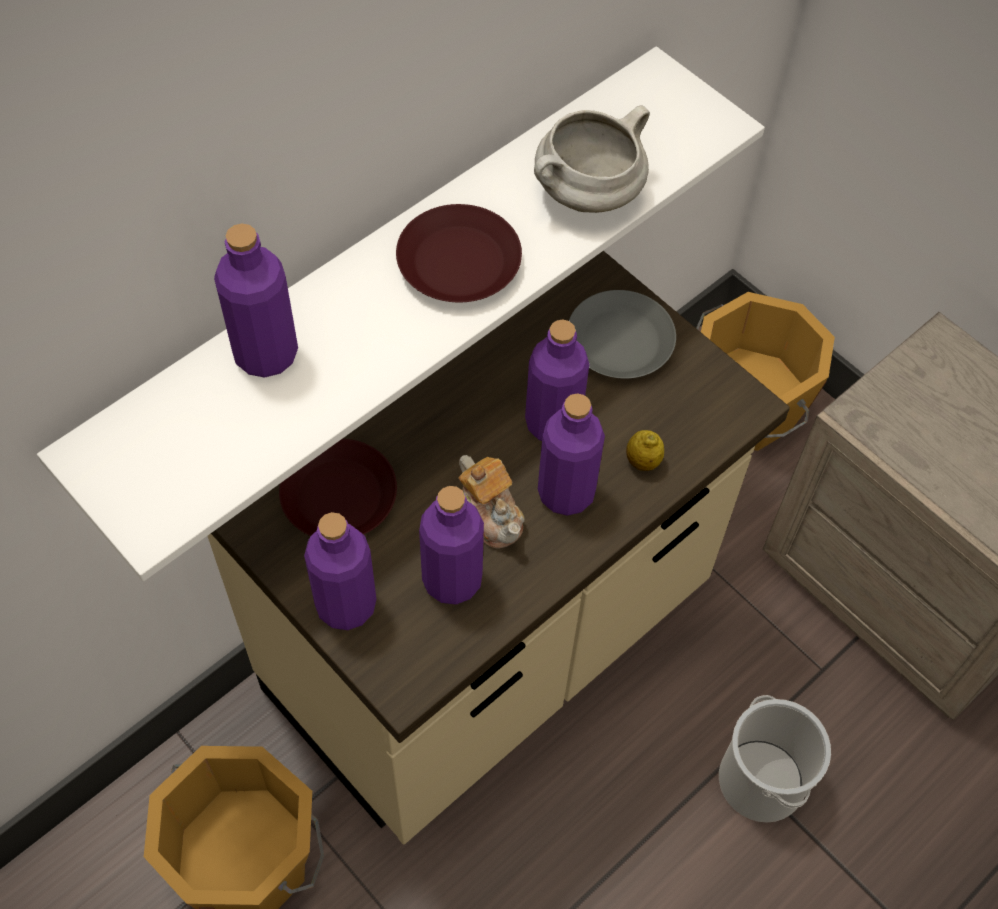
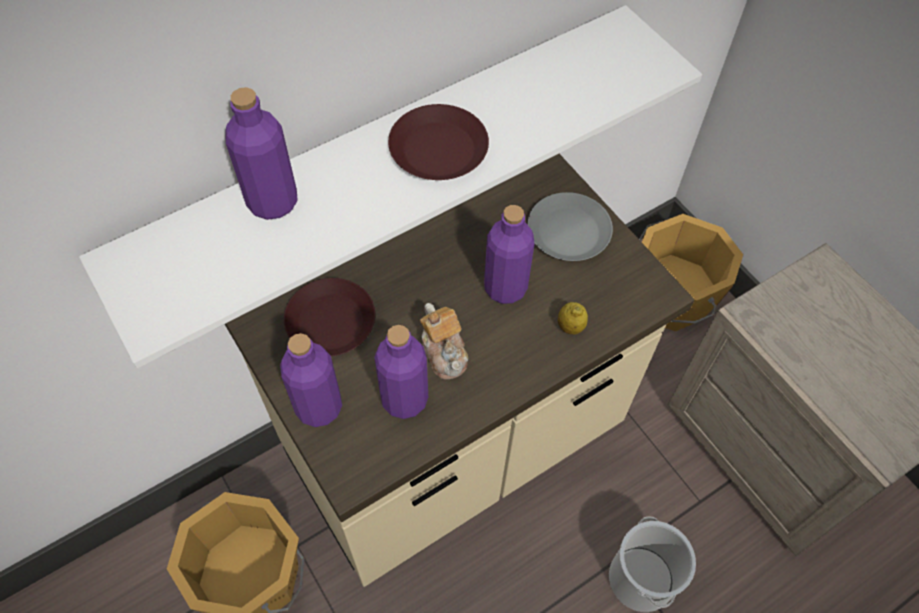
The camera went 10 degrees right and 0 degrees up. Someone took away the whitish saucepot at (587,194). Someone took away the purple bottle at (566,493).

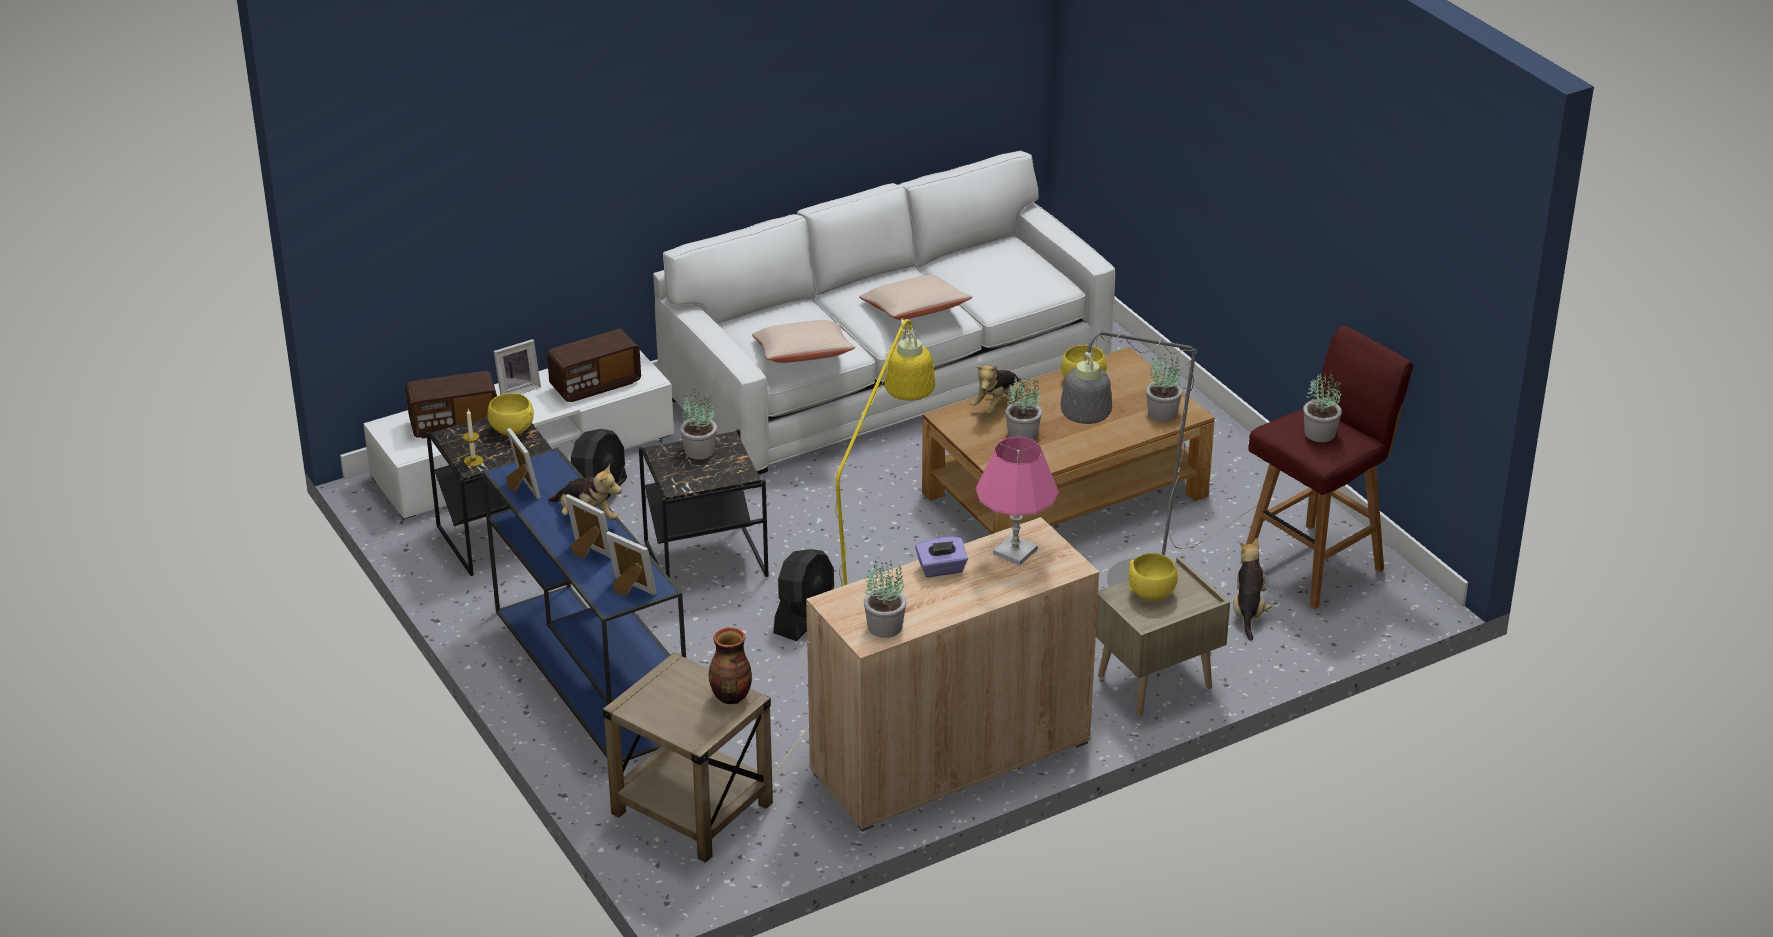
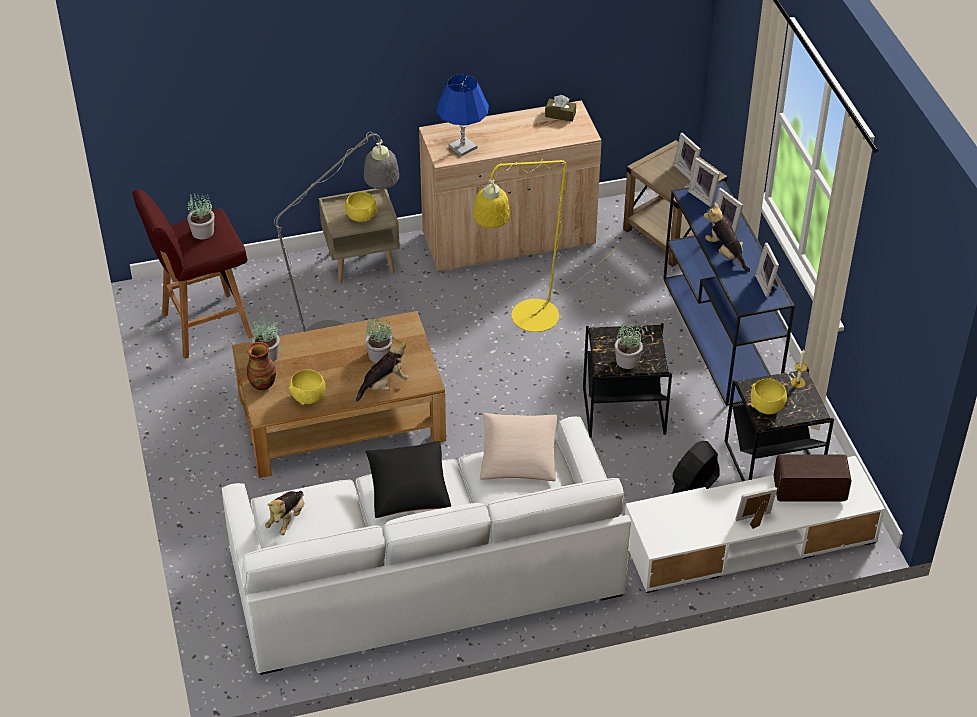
The camera went 165 degrees left and 10 degrees up. Someone took away the radio set at (595,385). Someone took away the blackish fan at (804,617). Someone took away the purple tissue box at (941,569). Someone put down the standing frame at (687,170). Someone carried the vase from (731,697) to (262,384). Someone carried the cuddly toy from (1248,611) to (287,519). Someone swapped the houseplant at (885,626) for the brownish tissue box at (560,115). Someone repainted the sand-coloured throw pillow at (915,312), which became the blackish throw pillow at (408,489). Someone repainted the pink tabletop lamp at (1015,552), which became the bluish tabletop lamp at (463,147).

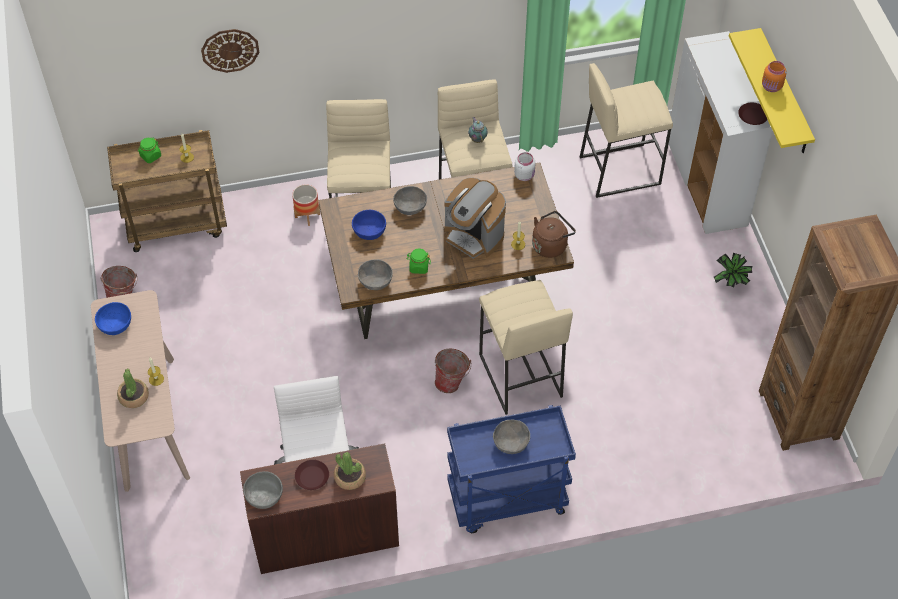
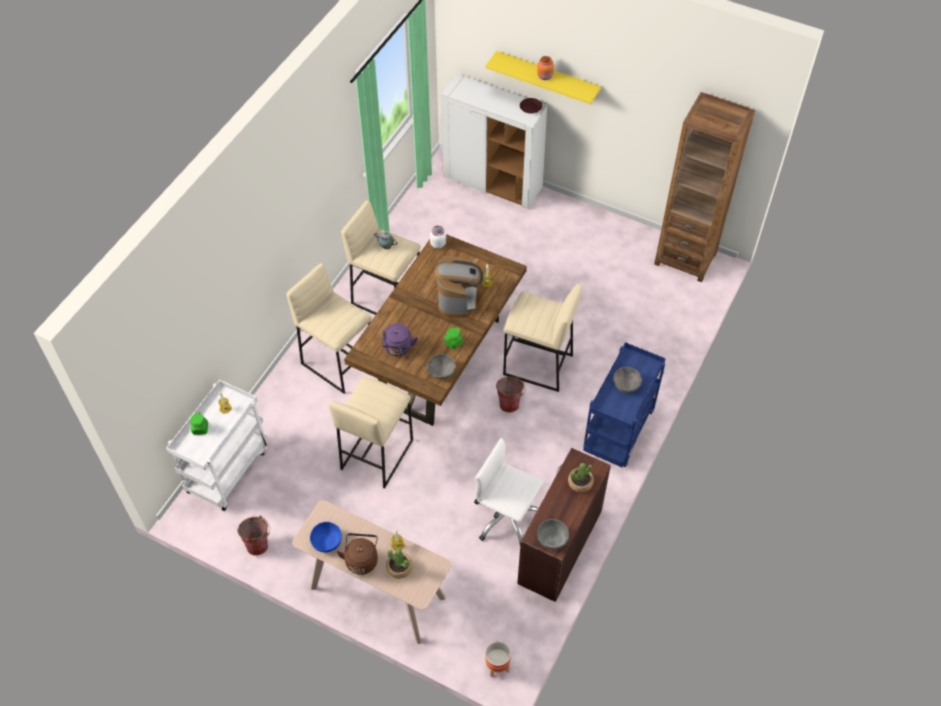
The camera went 50 degrees left and 0 degrees up. Someone took away the clock on the wall at (230,50). Someone took away the brownish flat dish at (311,477). Someone took away the grey bowl at (410,207). Someone took away the houseplant at (730,285). Someone carried the plant pot from (307,215) to (497,666). Someone carried the brownish water kettle from (551,245) to (361,559). Someone carried the sand-coloured sitting stool from (619,169) to (376,454). Someone swapped the bluish bowl at (369,231) for the purple water kettle at (398,348). Someone repainted the brownish trolley at (177,224), which became the whitish trolley at (228,469). Someone rotated the coffee maker at (473,236) by 75 degrees counterclockwise.

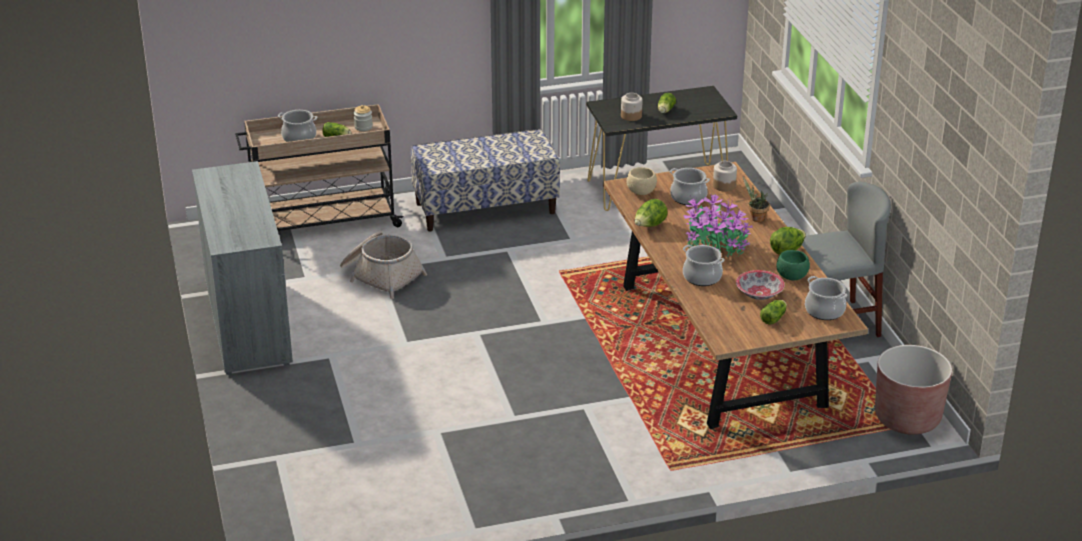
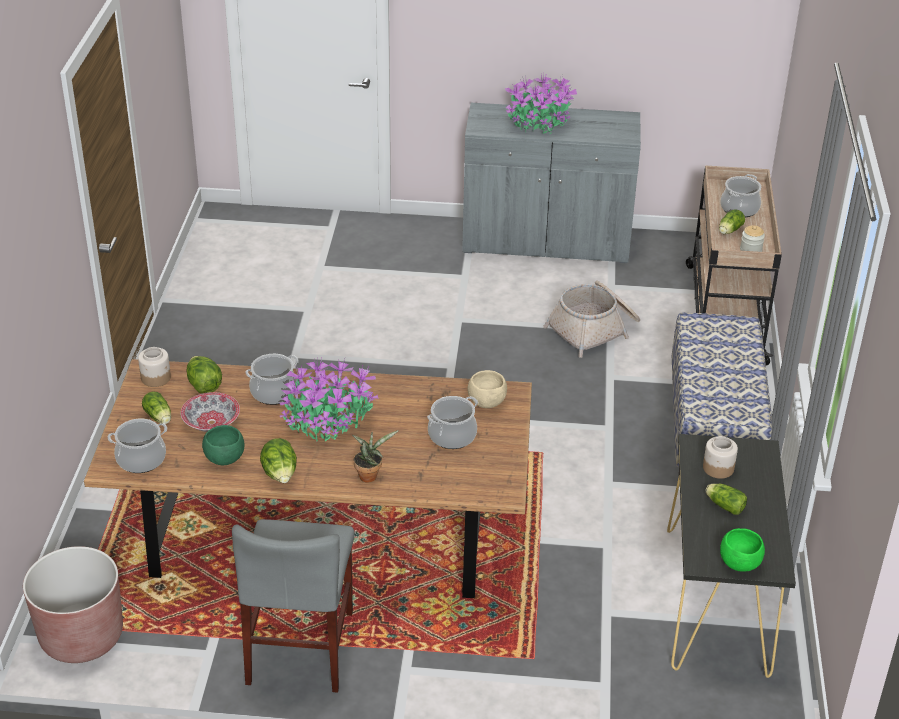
The camera went 110 degrees right and 5 degrees up. Someone put down the houseplant at (540,124). Someone put down the greenish bowl at (739,564). Someone carried the lettuce head from (649,226) to (204,386). Someone carried the preserve jar from (724,186) to (156,378).

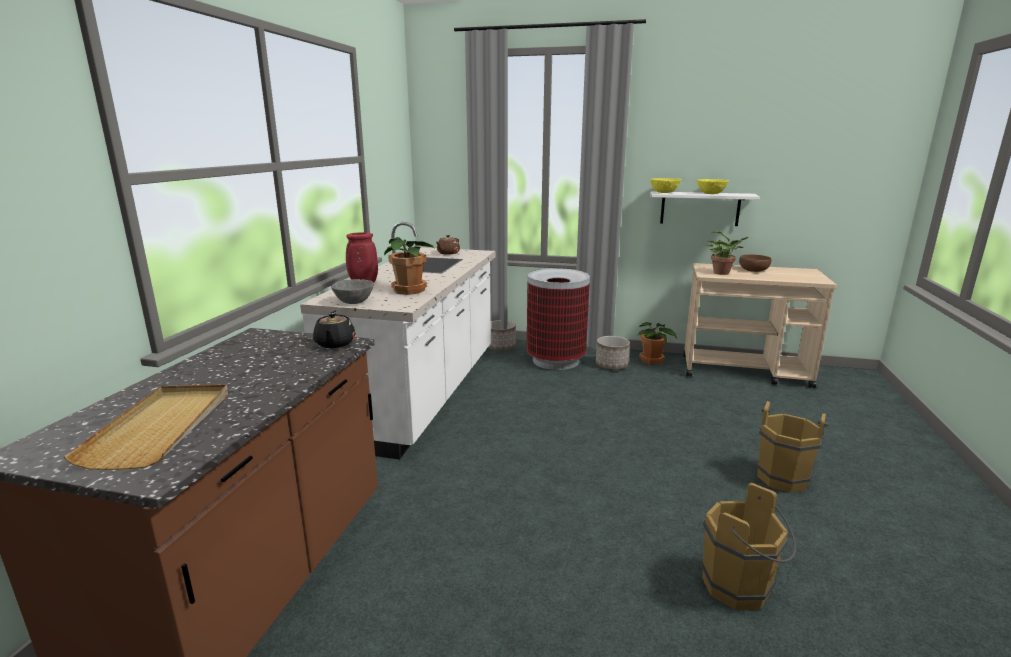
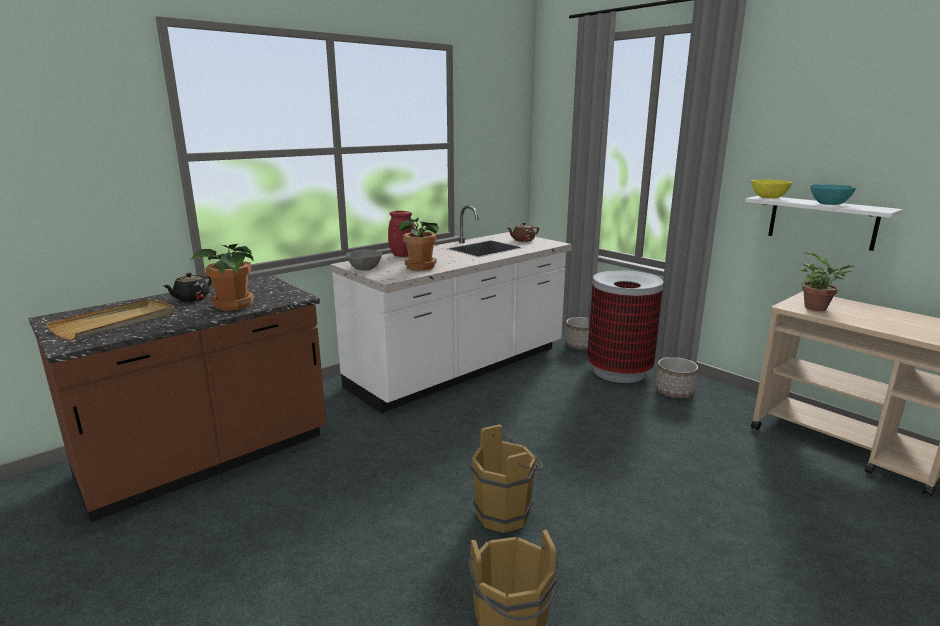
The camera went 35 degrees right and 0 degrees up. Someone took away the brownish bowl at (754,270). Someone carried the blackish pot for tea from (335,344) to (191,299). Someone carried the houseplant from (652,360) to (233,306). Someone carried the brownish pail from (782,476) to (507,513). Someone repainted the yellow-coloured bowl at (710,193), which became the turquoise-coloured bowl at (829,204).

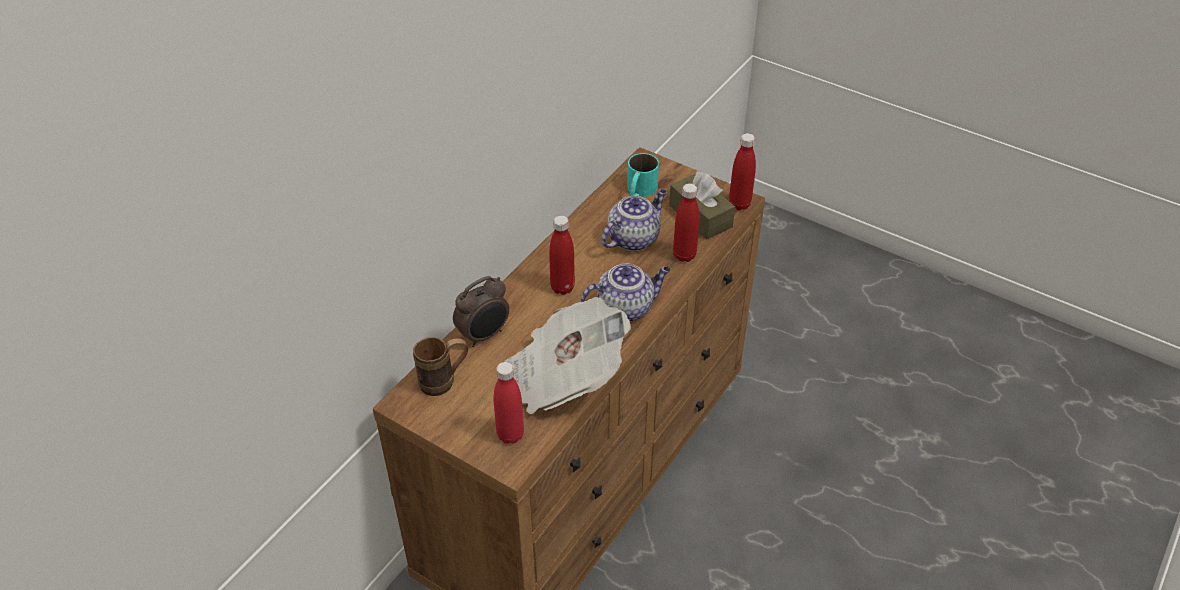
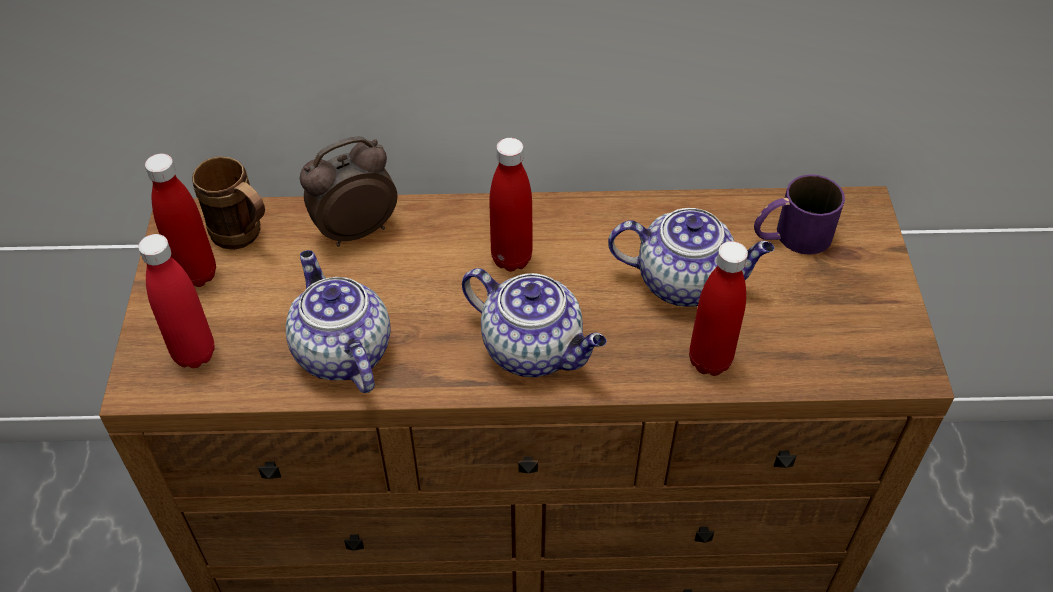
The camera went 55 degrees right and 5 degrees up. Someone took away the brownish tissue box at (700,216). Someone carried the red-coloured bottle from (739,204) to (197,274). Someone swapped the daily paper at (563,377) for the pot for tea at (341,352). Someone repainted the turquoise-coloured mug at (639,191), which became the purple mug at (790,236). Someone rotated the table clock at (484,335) by 135 degrees clockwise.

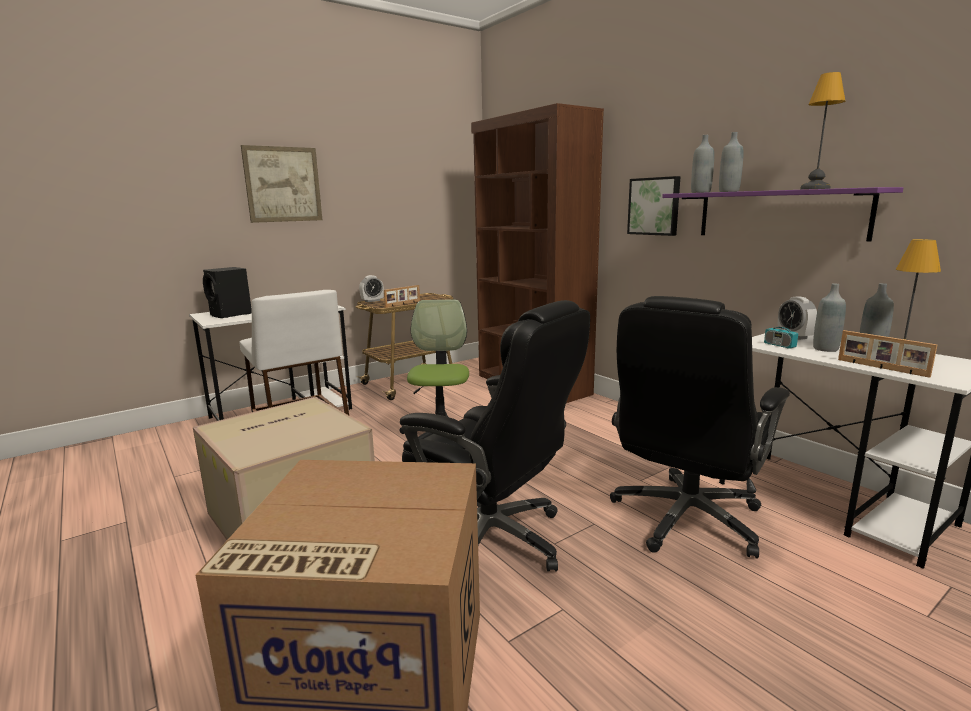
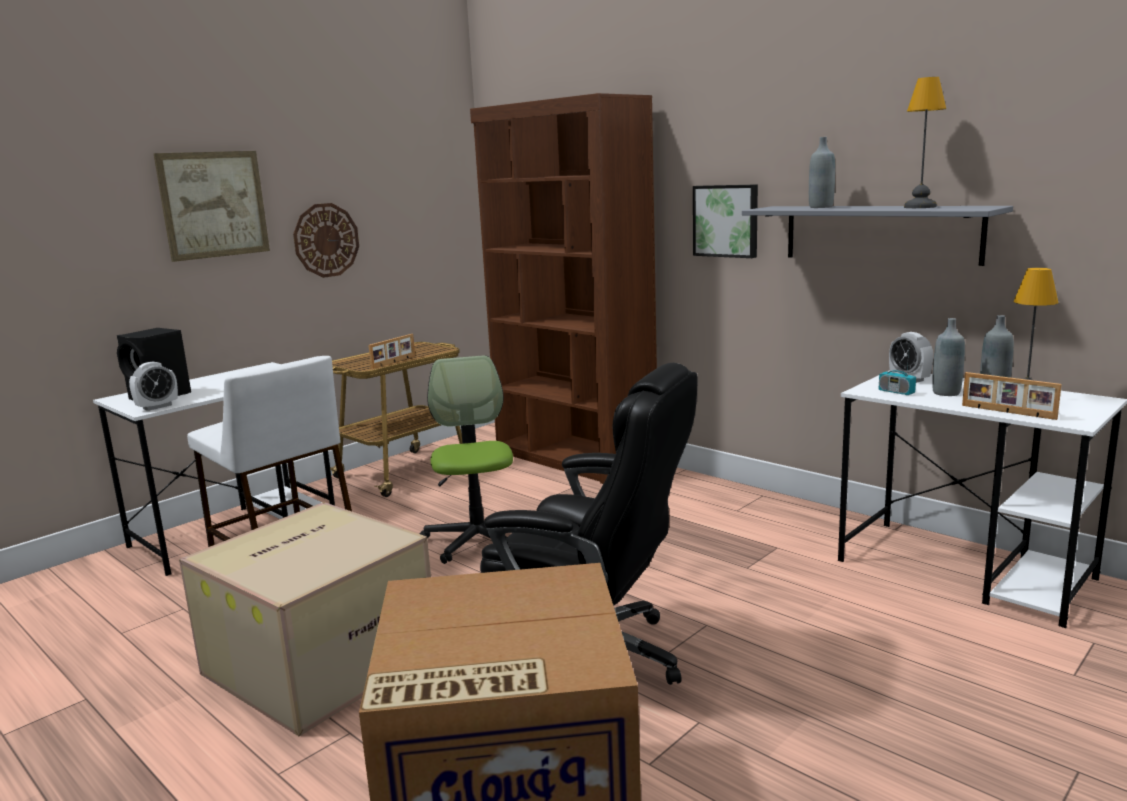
The camera went 10 degrees left and 0 degrees up. Someone took away the blackish computer chair at (685,519). Someone took away the grey bottle at (700,192). Someone put up the clock on the wall at (326,240). Someone carried the table clock from (372,301) to (157,407). Someone repainted the purple bracket shelf at (779,214), which became the grey bracket shelf at (880,233).

